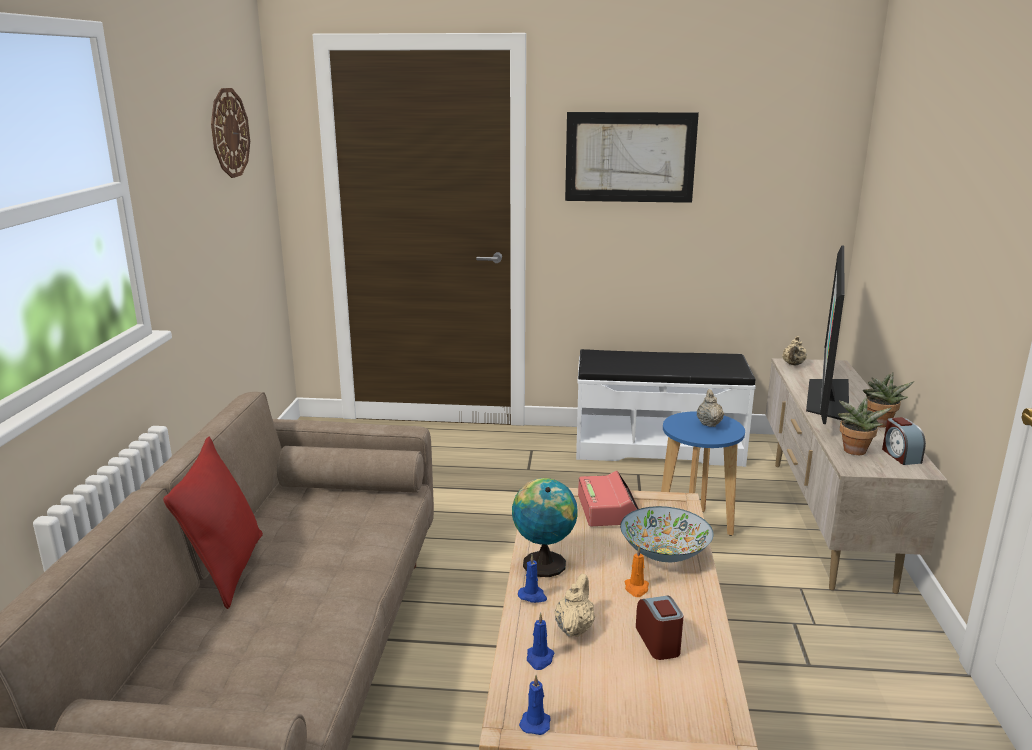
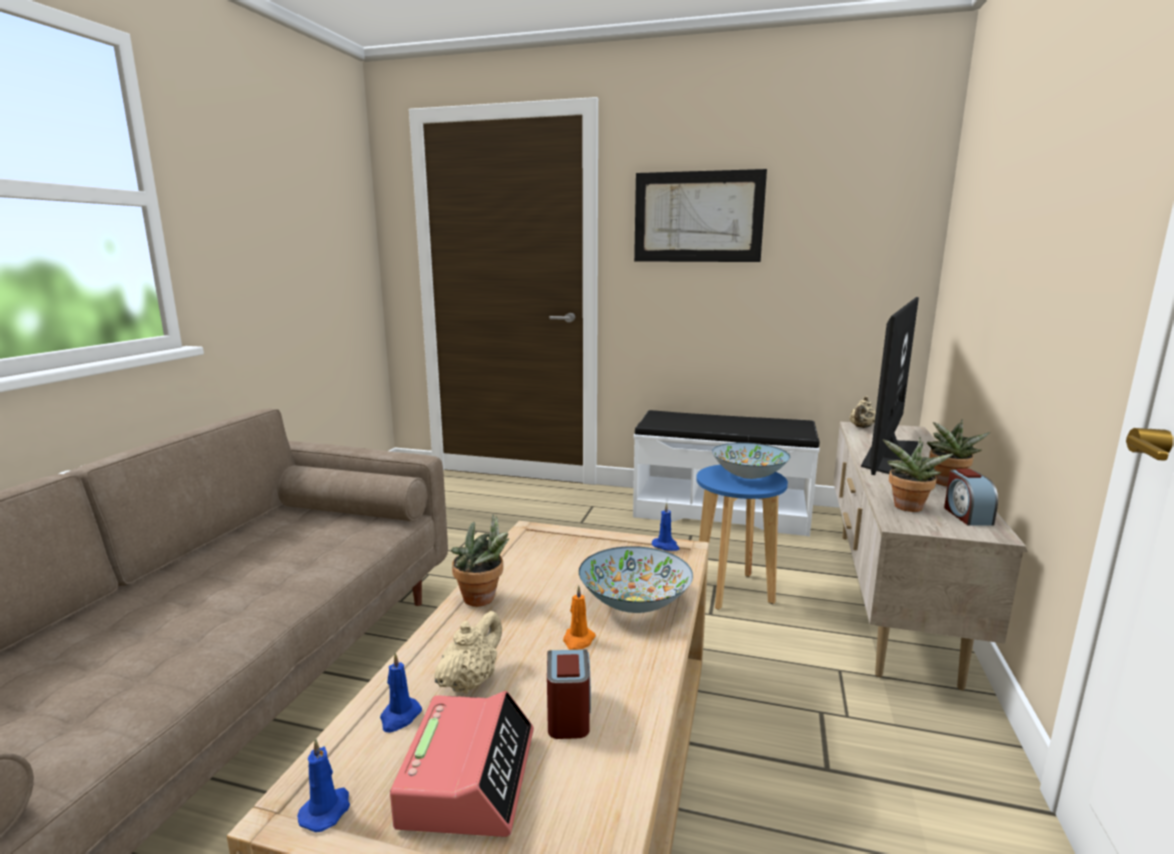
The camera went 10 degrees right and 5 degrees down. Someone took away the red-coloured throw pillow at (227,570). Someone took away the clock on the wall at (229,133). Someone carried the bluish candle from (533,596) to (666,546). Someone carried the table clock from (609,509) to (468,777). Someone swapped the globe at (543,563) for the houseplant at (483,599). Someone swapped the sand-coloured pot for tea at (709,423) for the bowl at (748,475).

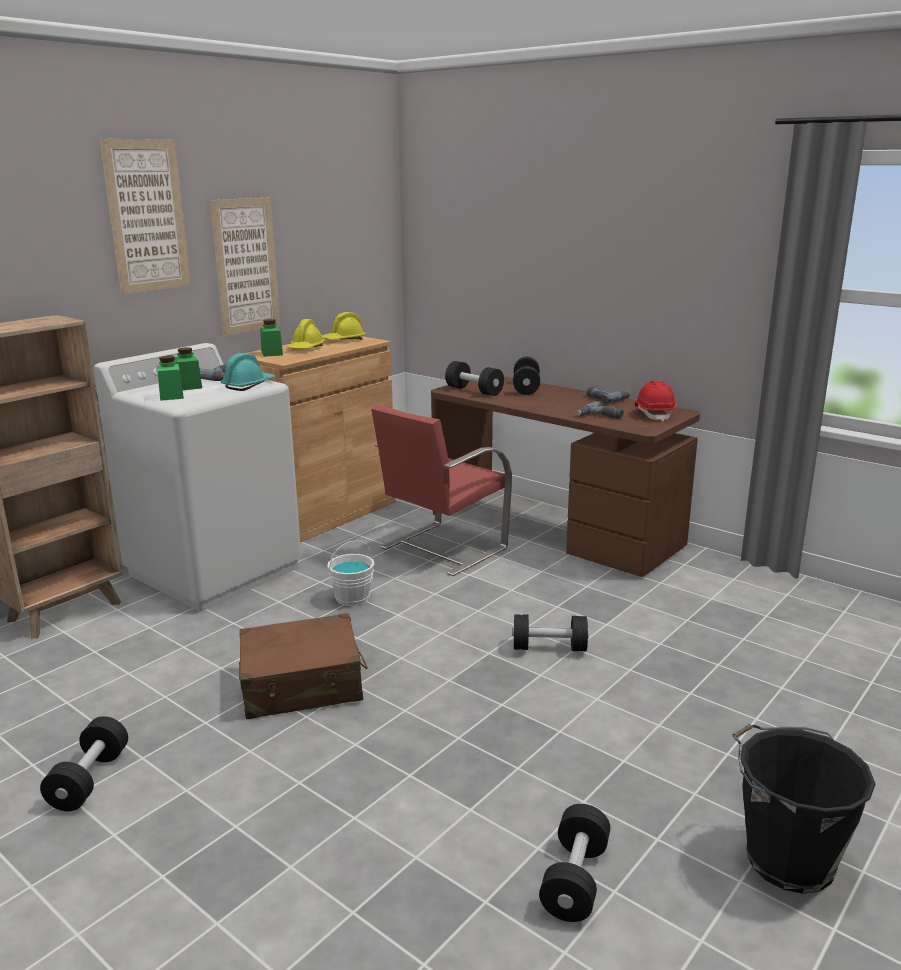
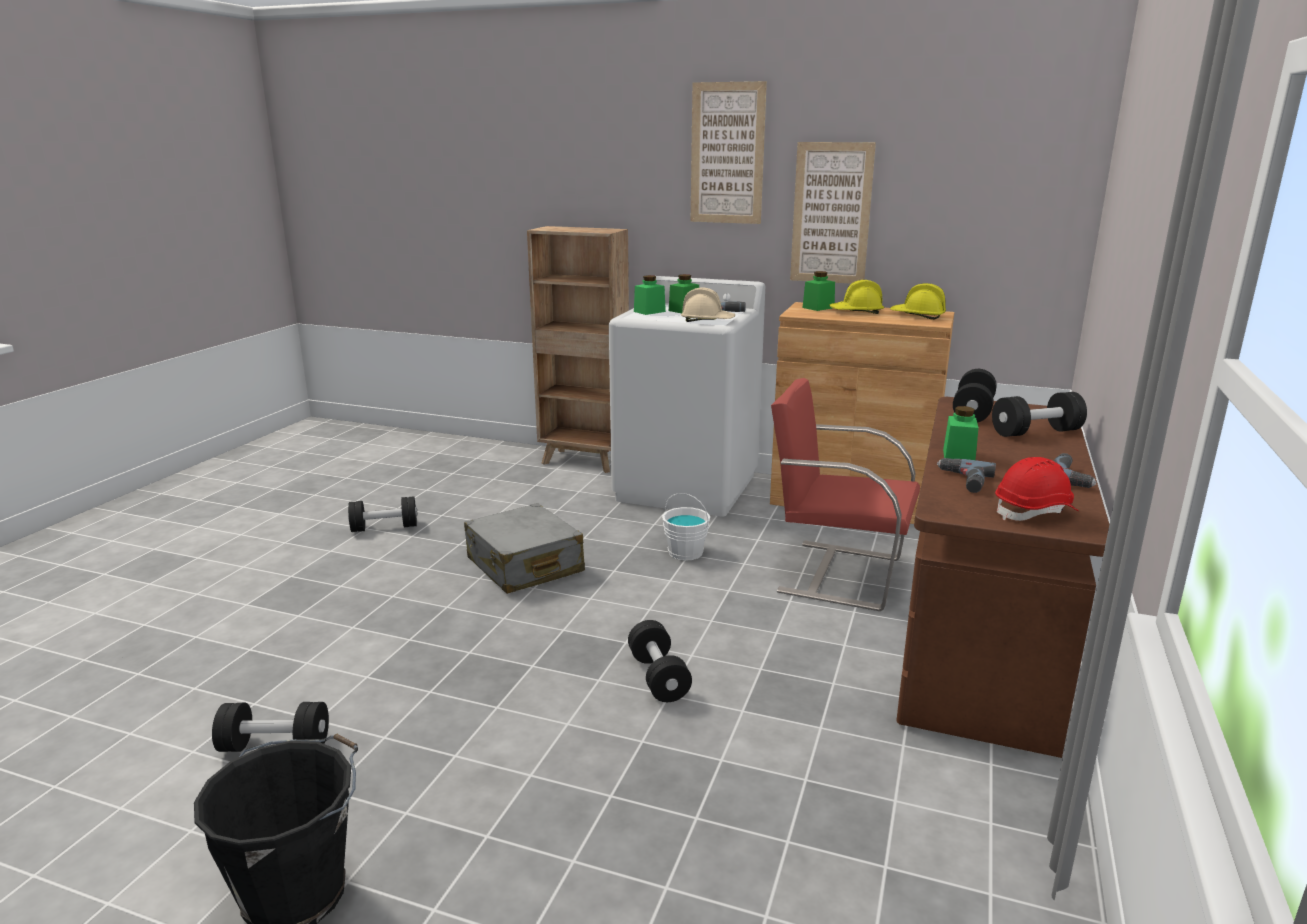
The camera went 70 degrees right and 0 degrees up. Someone put down the greenish preserve jar at (958,457). Someone repainted the turquoise-coloured hard hat at (248,385), which became the sand-coloured hard hat at (707,320). Someone repainted the brownish travel case at (302,684), which became the grey travel case at (524,565).

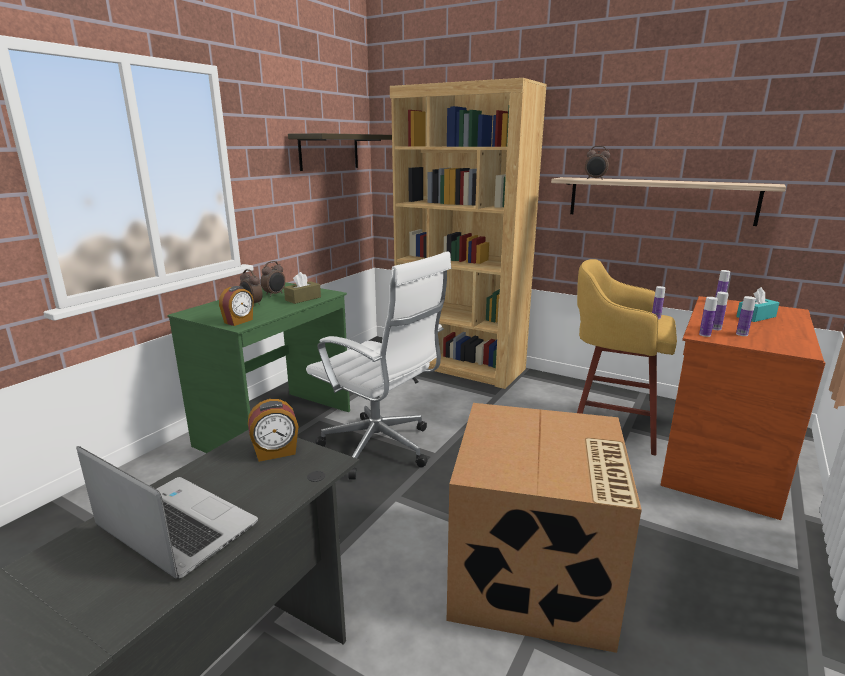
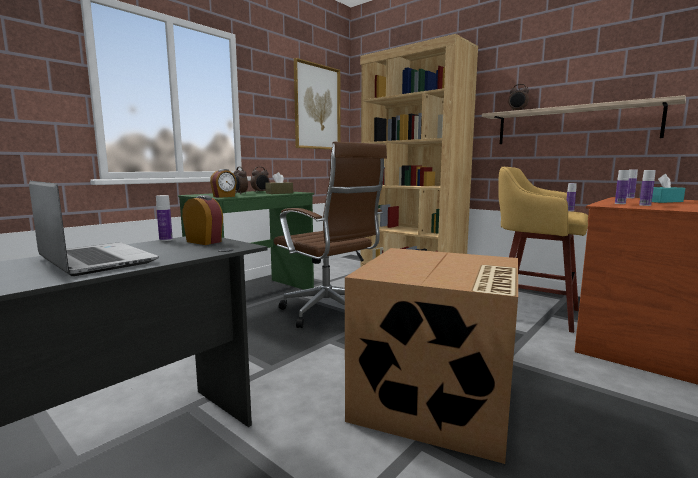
The camera went 10 degrees right and 10 degrees down. Someone carried the bottle from (704,334) to (166,240). Someone swapped the bracket shelf at (329,152) for the wall art at (317,107). Someone repainted the whitish computer chair at (381,449), which became the brownish computer chair at (330,313). Someone rotated the table clock at (276,452) by 135 degrees counterclockwise.

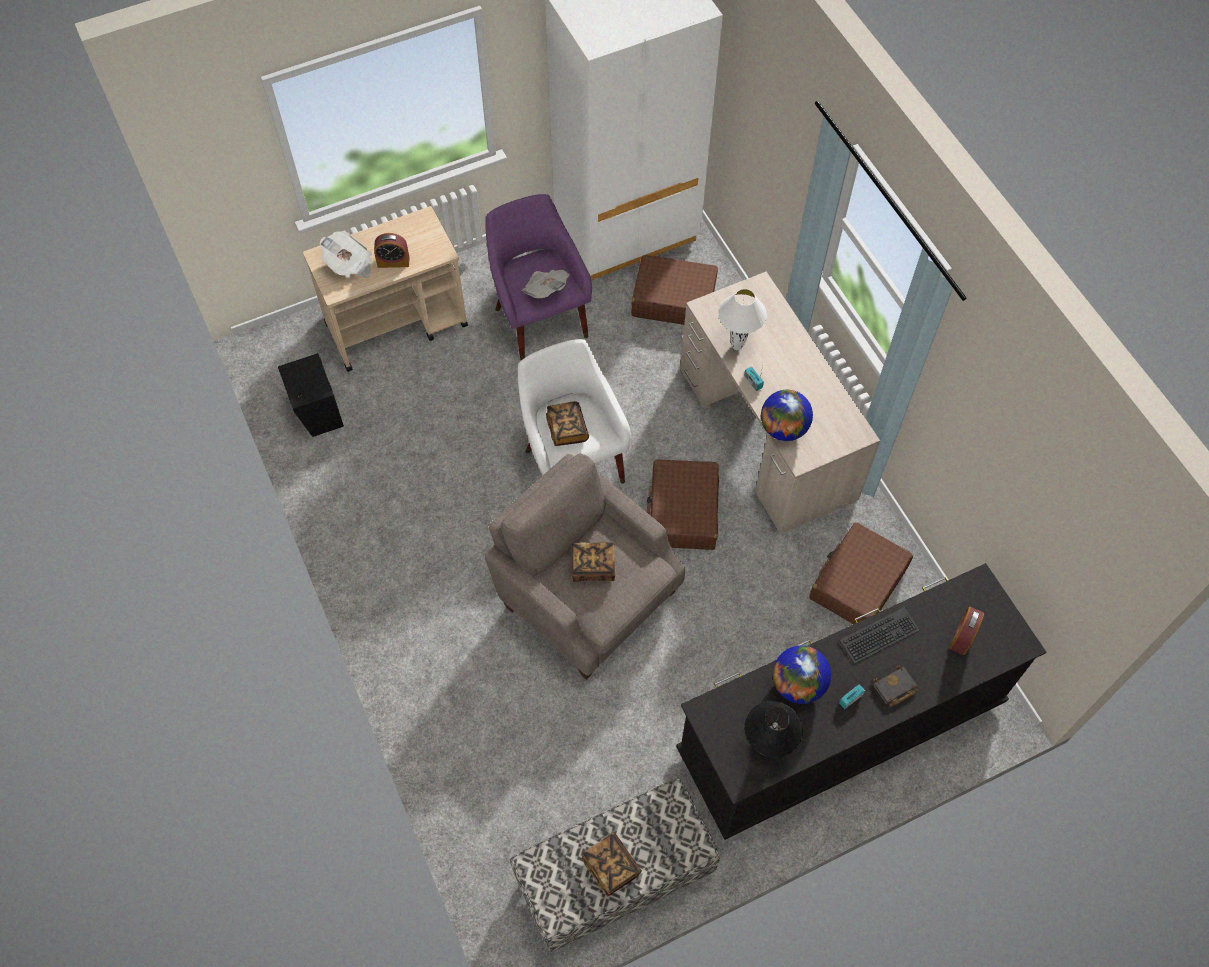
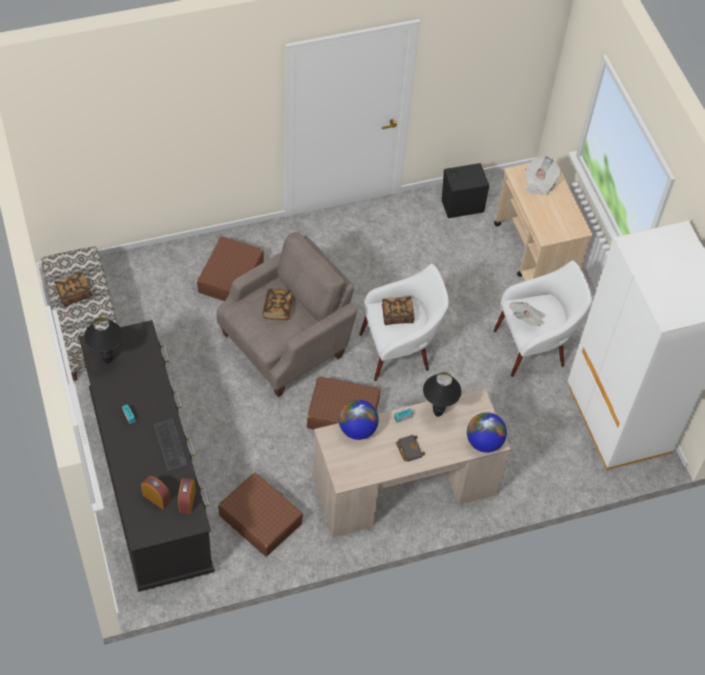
The camera went 95 degrees right and 5 degrees down. Someone carried the table clock from (393,262) to (187,501). Someone carried the brownish travel case from (673,299) to (231,277). Someone carried the globe from (797,684) to (484,442). Someone carried the blackish volume from (894,689) to (408,449). Someone repainted the purple armchair at (539,317), which became the whitish armchair at (534,346). Someone repainted the whitish tabletop lamp at (737,346), which became the blackish tabletop lamp at (437,414).

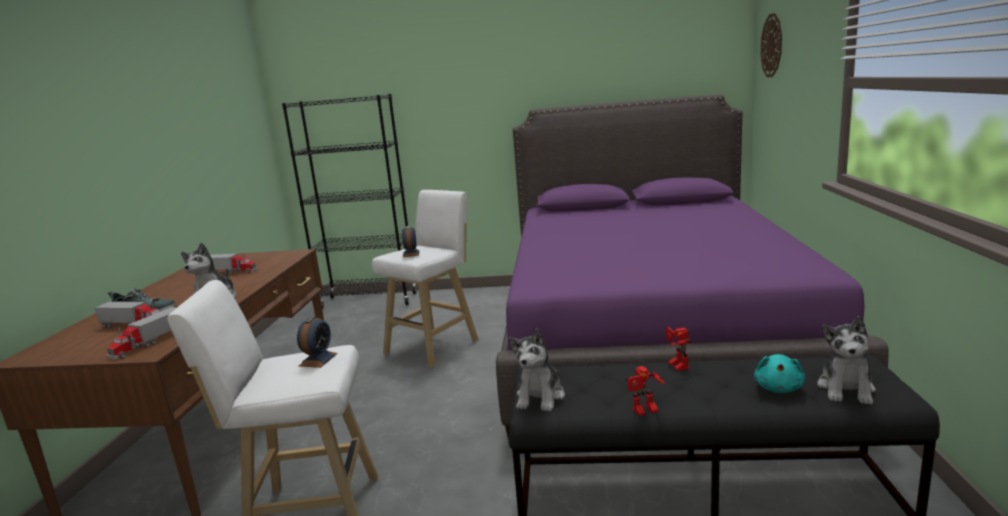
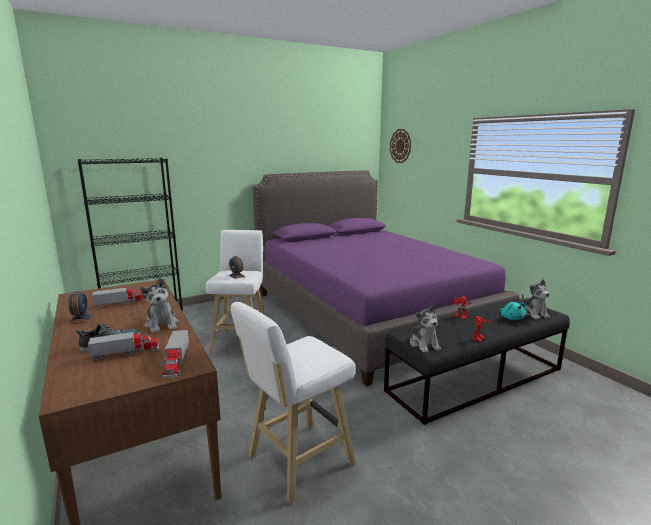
The camera went 35 degrees left and 0 degrees up. Someone carried the table clock from (318,359) to (80,319).

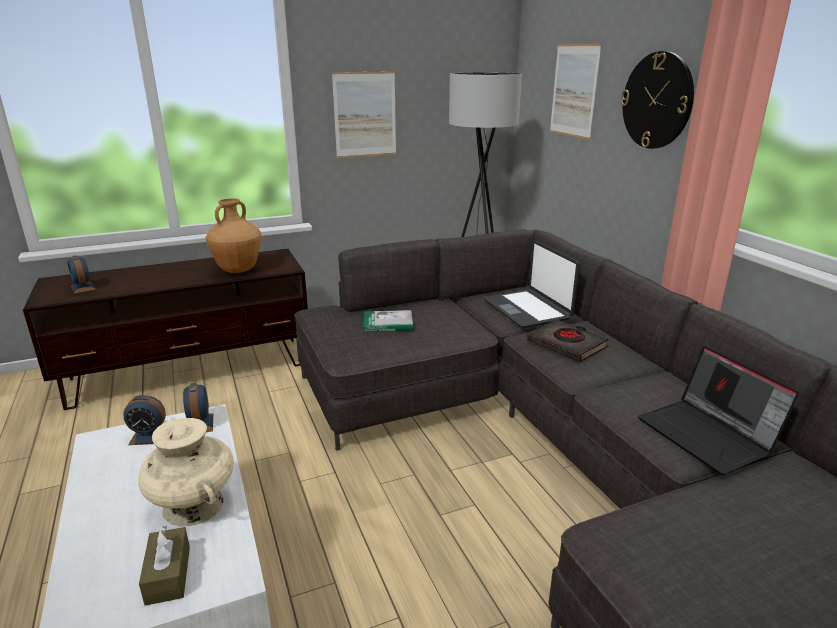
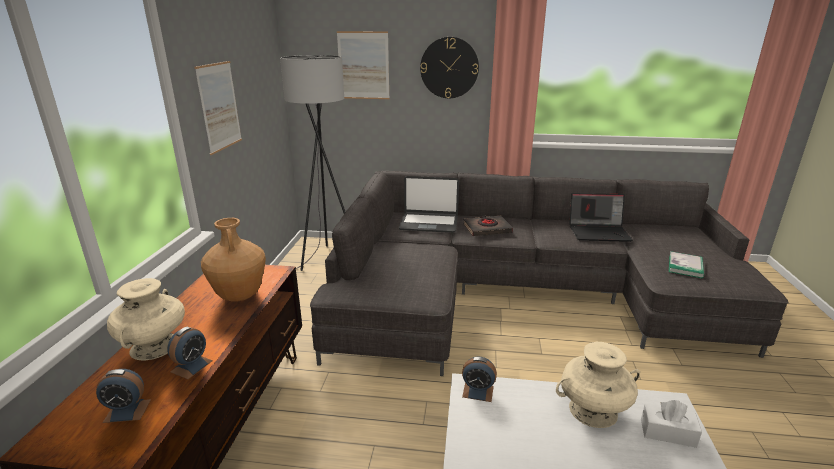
The camera went 60 degrees left and 0 degrees up. Someone put down the sand-coloured vase at (154,346). Someone carried the table clock from (149,436) to (191,366). Someone carried the volume from (388,323) to (685,266). Someone repainted the brownish tissue box at (168,575), which became the whitish tissue box at (667,433).

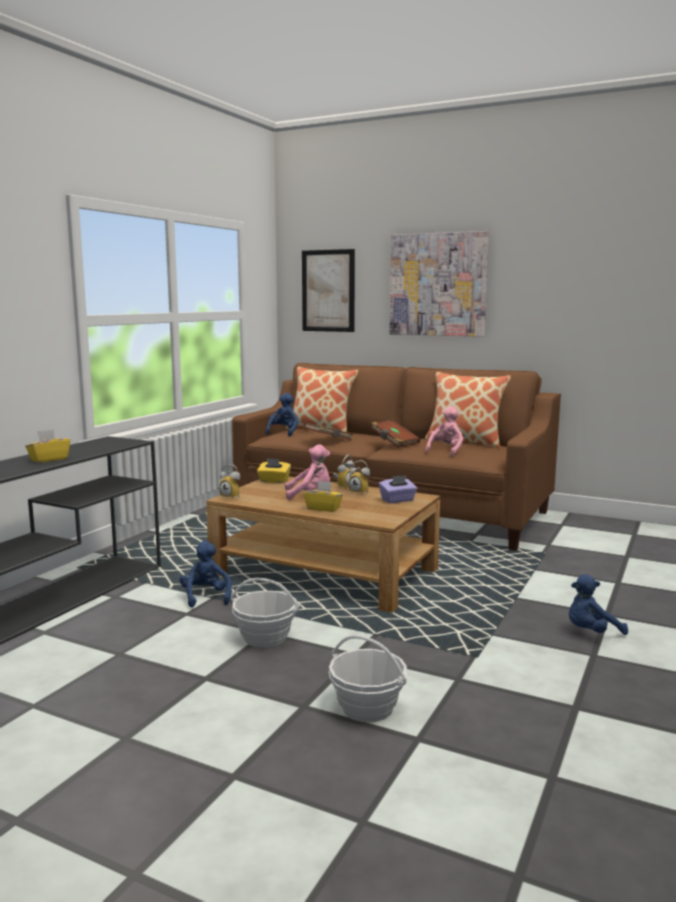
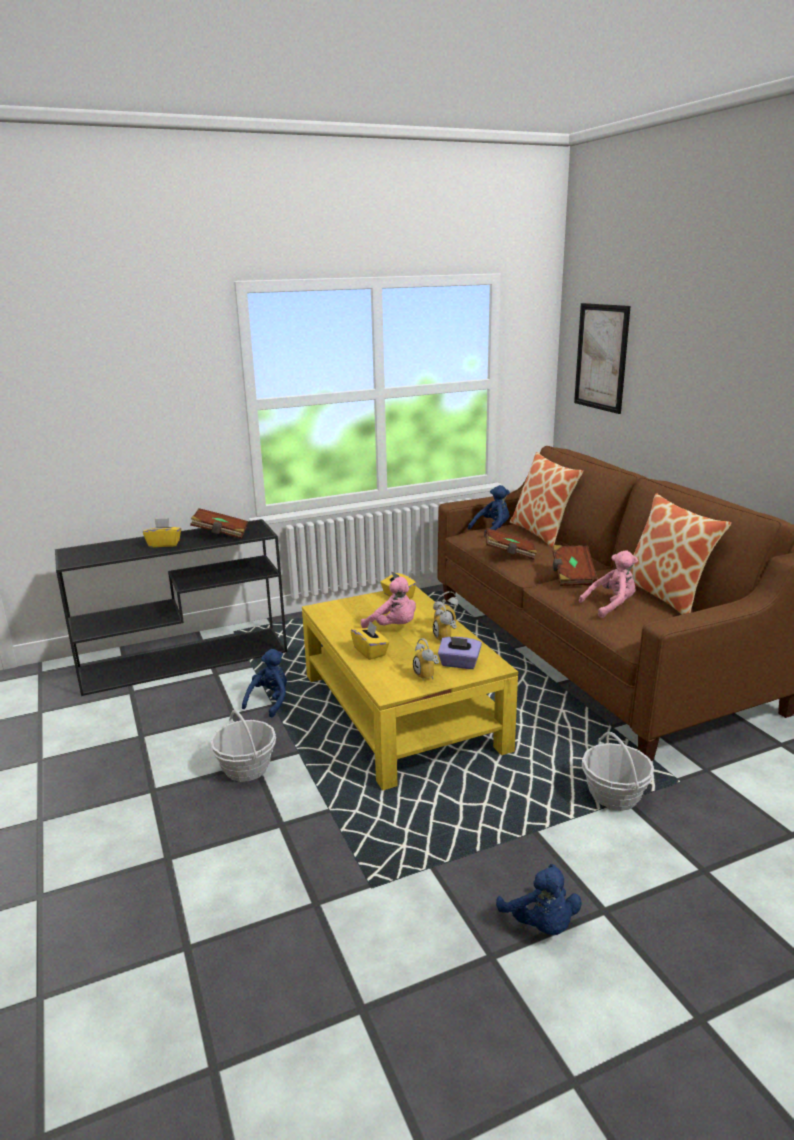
The camera went 40 degrees right and 10 degrees up. Someone took away the wall art at (438,284). Someone put down the brownish volume at (221,534). Someone carried the table clock from (232,497) to (427,675). Someone carried the storage basket from (367,708) to (614,796). Someone repainted the brownish low table at (325,572), which became the yellow-coloured low table at (401,711). Someone rotated the bluish cuddly toy at (591,632) by 135 degrees counterclockwise.

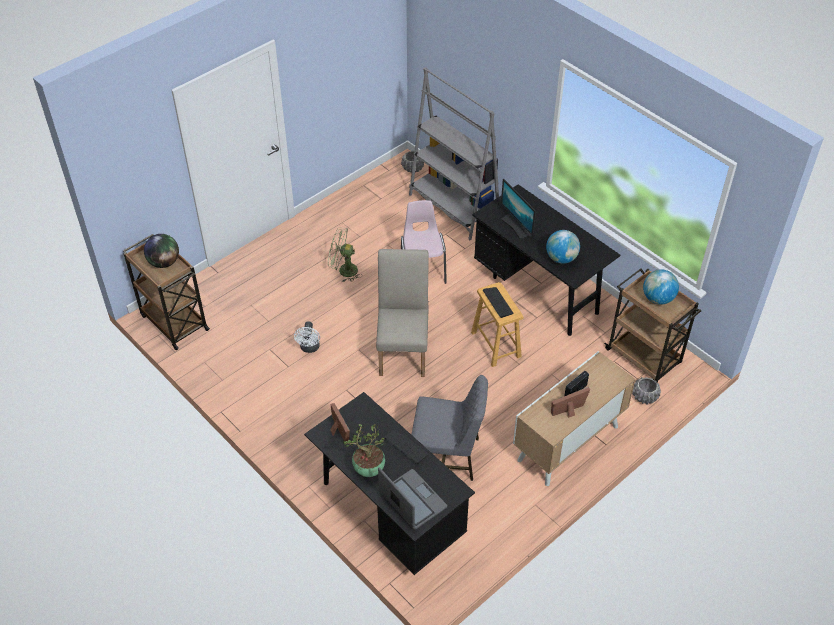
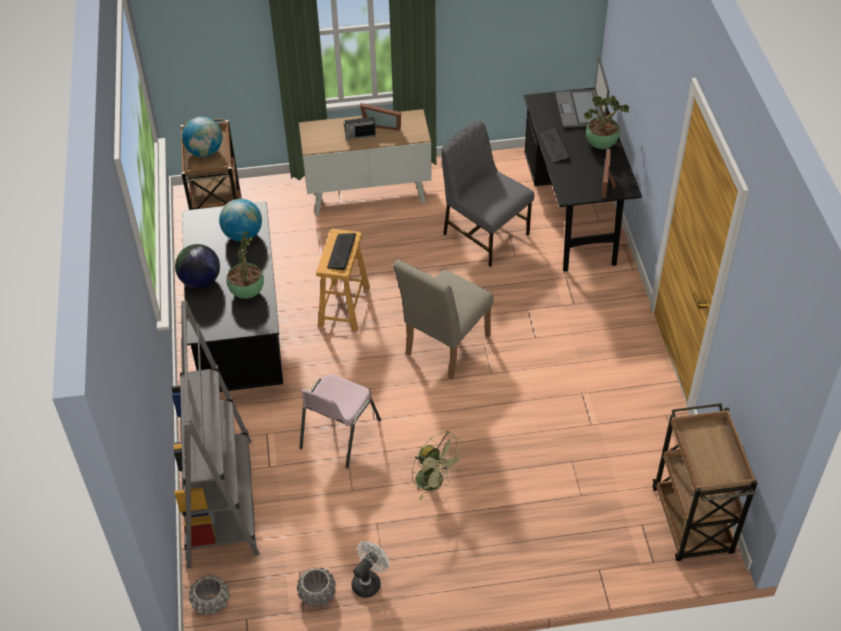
The camera went 145 degrees left and 0 degrees up. Someone carried the globe from (164,262) to (200,281). Someone carried the whitish fan from (309,348) to (369,581). Someone carried the grey plant pot from (644,397) to (317,594). Someone swapped the monitor at (517,226) for the houseplant at (247,291).

